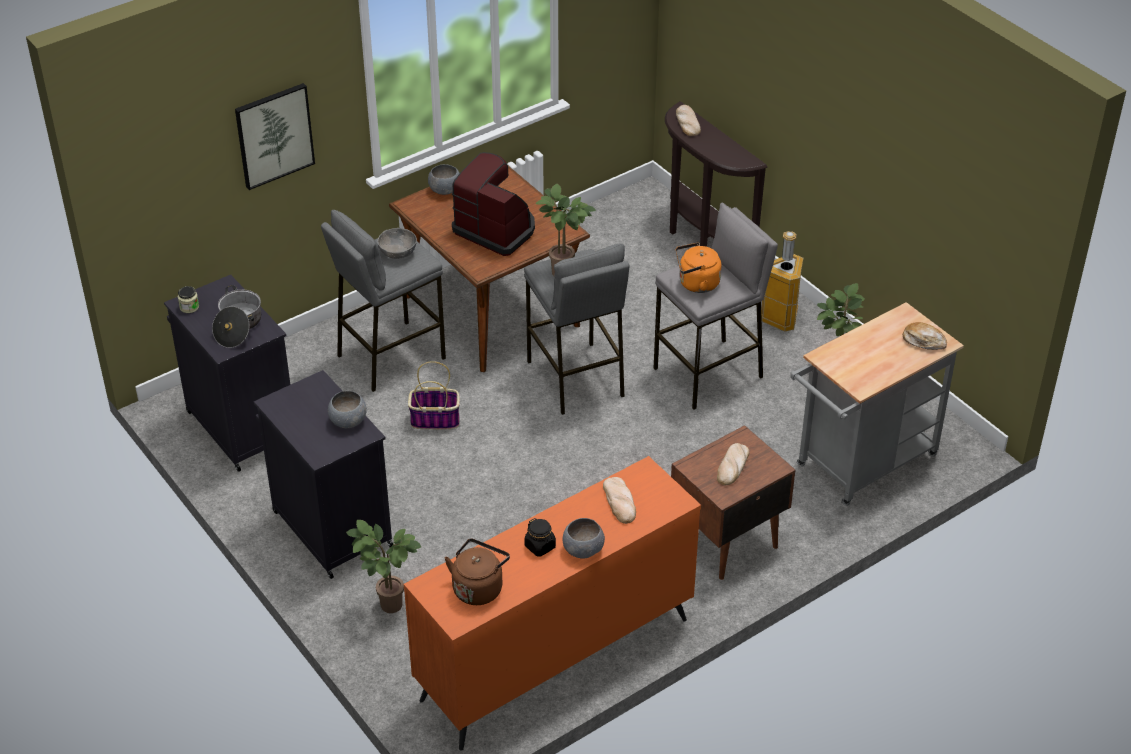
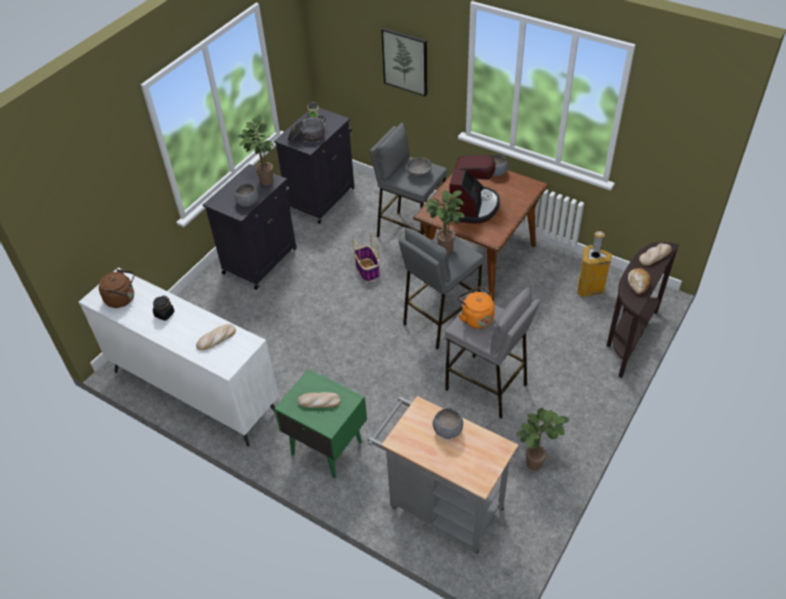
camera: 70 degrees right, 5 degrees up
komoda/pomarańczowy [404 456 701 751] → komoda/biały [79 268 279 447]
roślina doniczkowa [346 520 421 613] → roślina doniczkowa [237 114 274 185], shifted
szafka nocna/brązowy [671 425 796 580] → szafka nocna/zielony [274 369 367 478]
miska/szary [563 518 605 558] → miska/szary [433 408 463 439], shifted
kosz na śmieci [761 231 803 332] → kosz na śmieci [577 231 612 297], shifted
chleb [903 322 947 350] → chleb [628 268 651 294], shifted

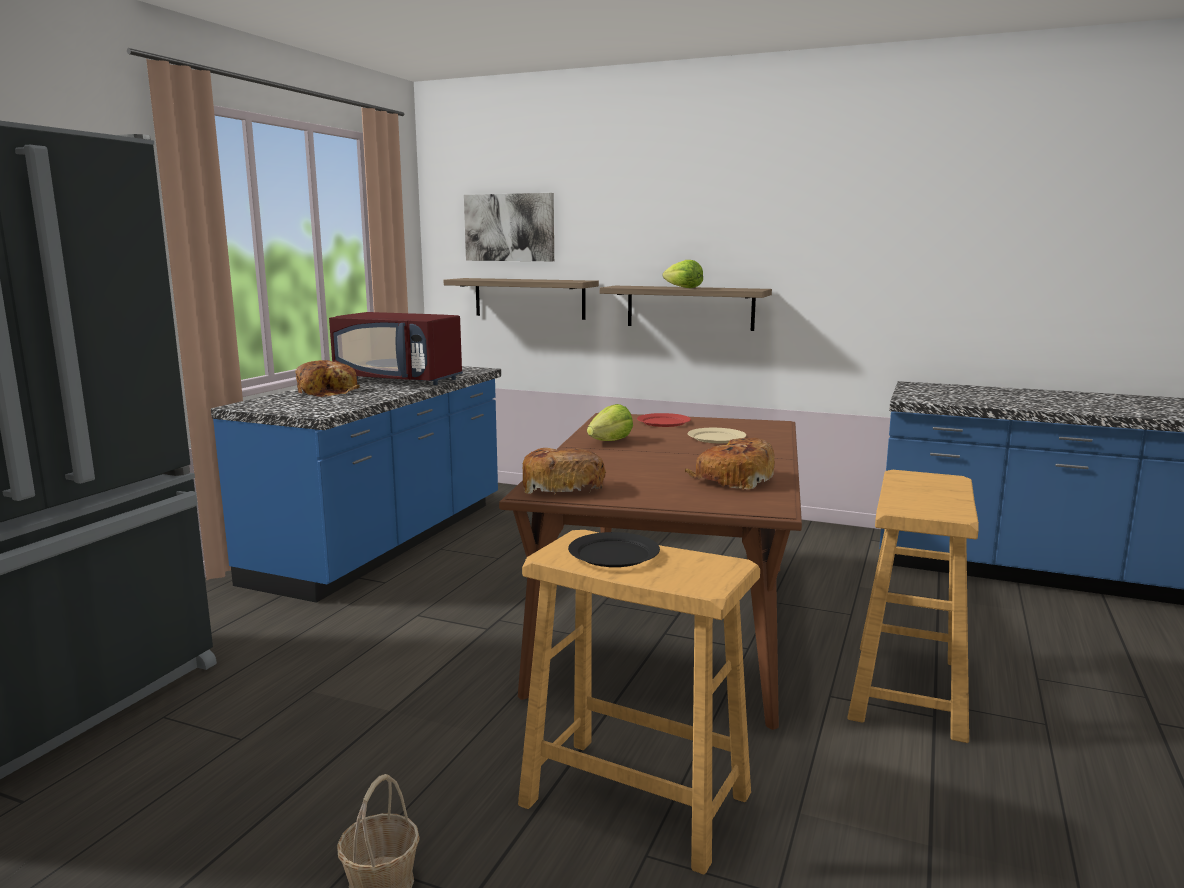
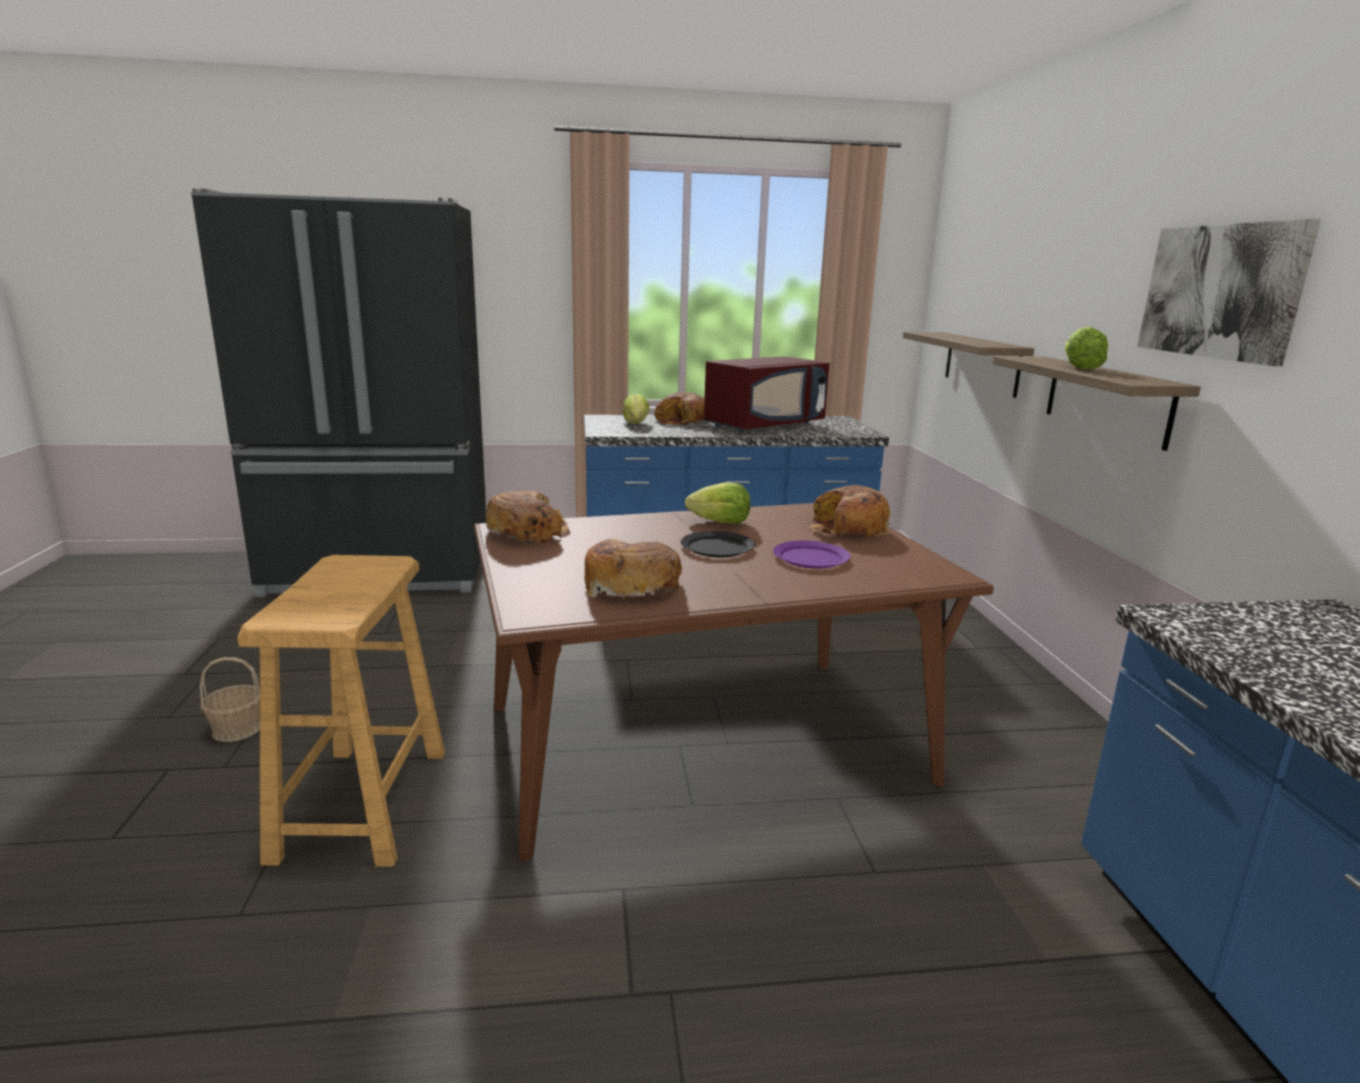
camera: 60 degrees right, 5 degrees up
- → sałata [623 393 650 424]
talerz/czarny [568 532 660 567] → talerz/czarny [681 531 755 557], shifted
mikrofalówka/czerwony [329 312 463 385] → mikrofalówka/czerwony [704 356 830 433], 120 degrees counterclockwise
talerz/beżowy [688 428 746 443] → talerz/fioletowy [773 541 850 569]
talerz/czerwony [637 413 691 427] → chleb [807 485 890 537]
obraz [464 193 554 261] → obraz [1137 219 1321 366], shifted
stołek/beżowy [847 470 979 743] → -

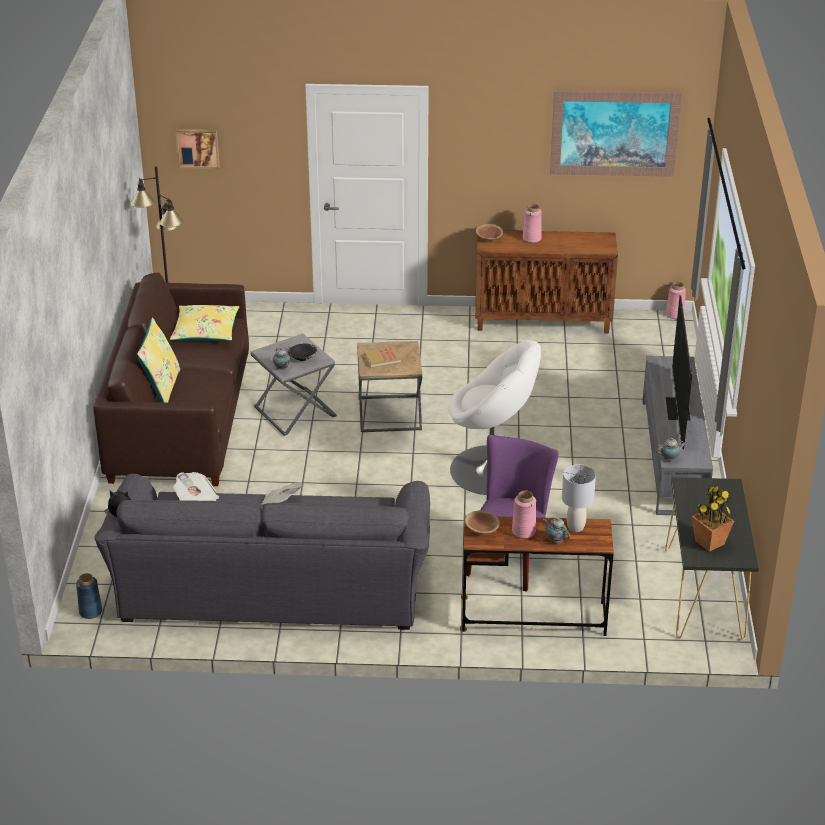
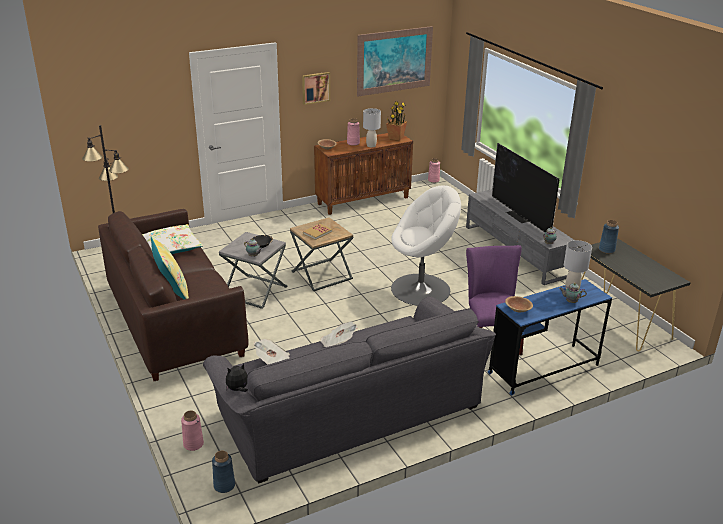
camera: 30 degrees left, 5 degrees down
poduszka/żółty [170 305 240 341] → poduszka/biały [142 224 203 254]
wazon/różowy [512 490 536 538] → wazon/różowy [181 411 204 451], shifted
obraz [175 129 219 169] → obraz [302 72 330 105], shifted
- → lampa stołowa/szary [363 108 381 147]
roślina doniczkowa [692 485 734 552] → roślina doniczkowa [386 101 407 141], shifted
biurko/brązowy [460 516 614 636] → biurko/niebieski [488 279 612 395]
- → wazon/niebieski [599 220 619 254]

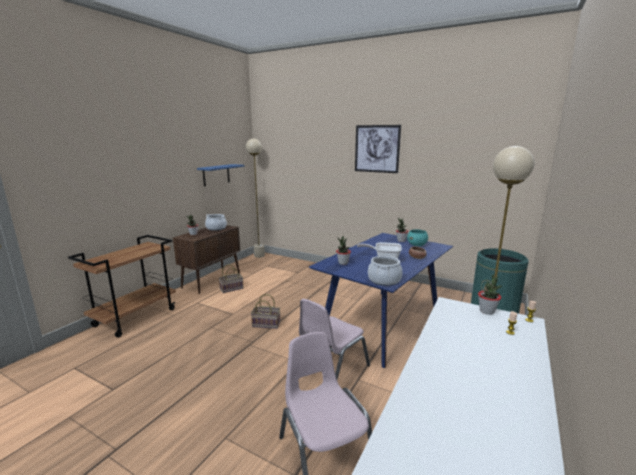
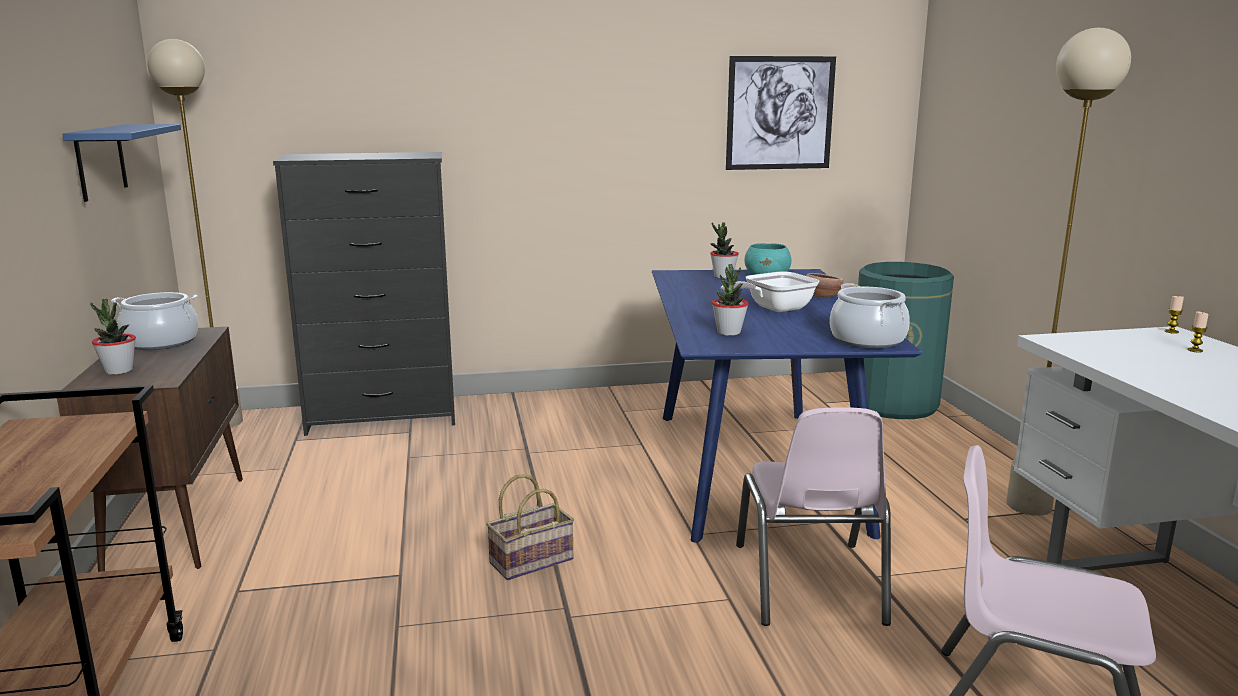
camera: 40 degrees left, 0 degrees up
- → komoda/czarny [273 152 455 436]
obraz [355 125 401 173] → obraz [726 56 836 170], shifted
koszyk [219 264 244 293] → -
roślina doniczkowa [478 274 502 315] → -

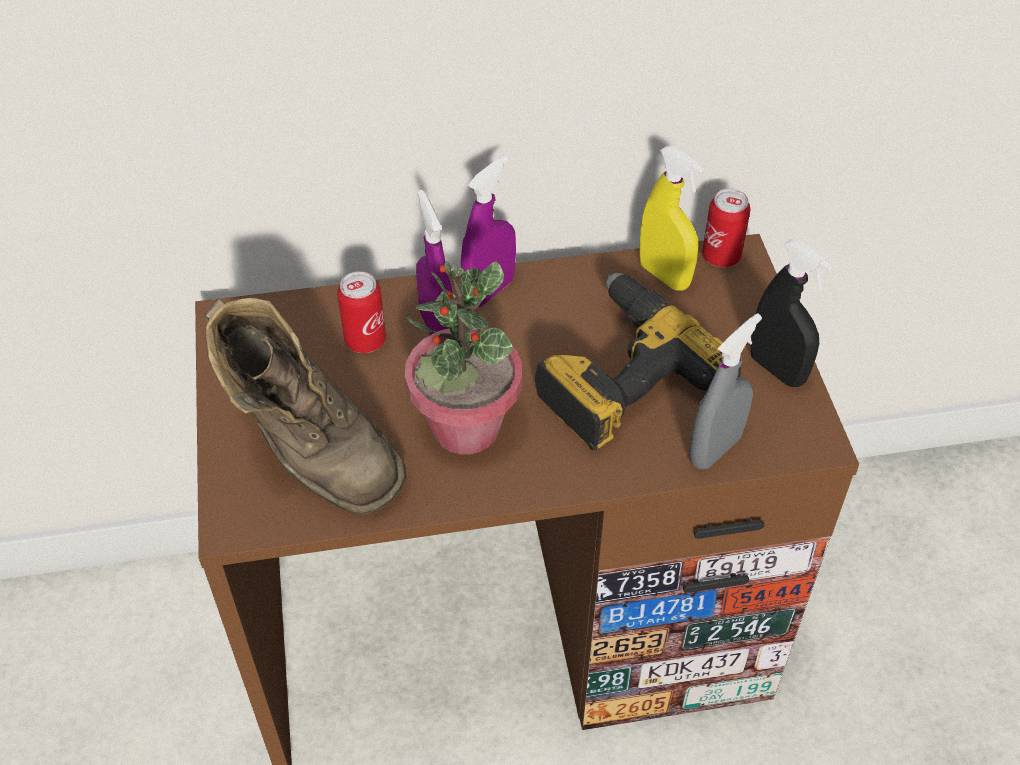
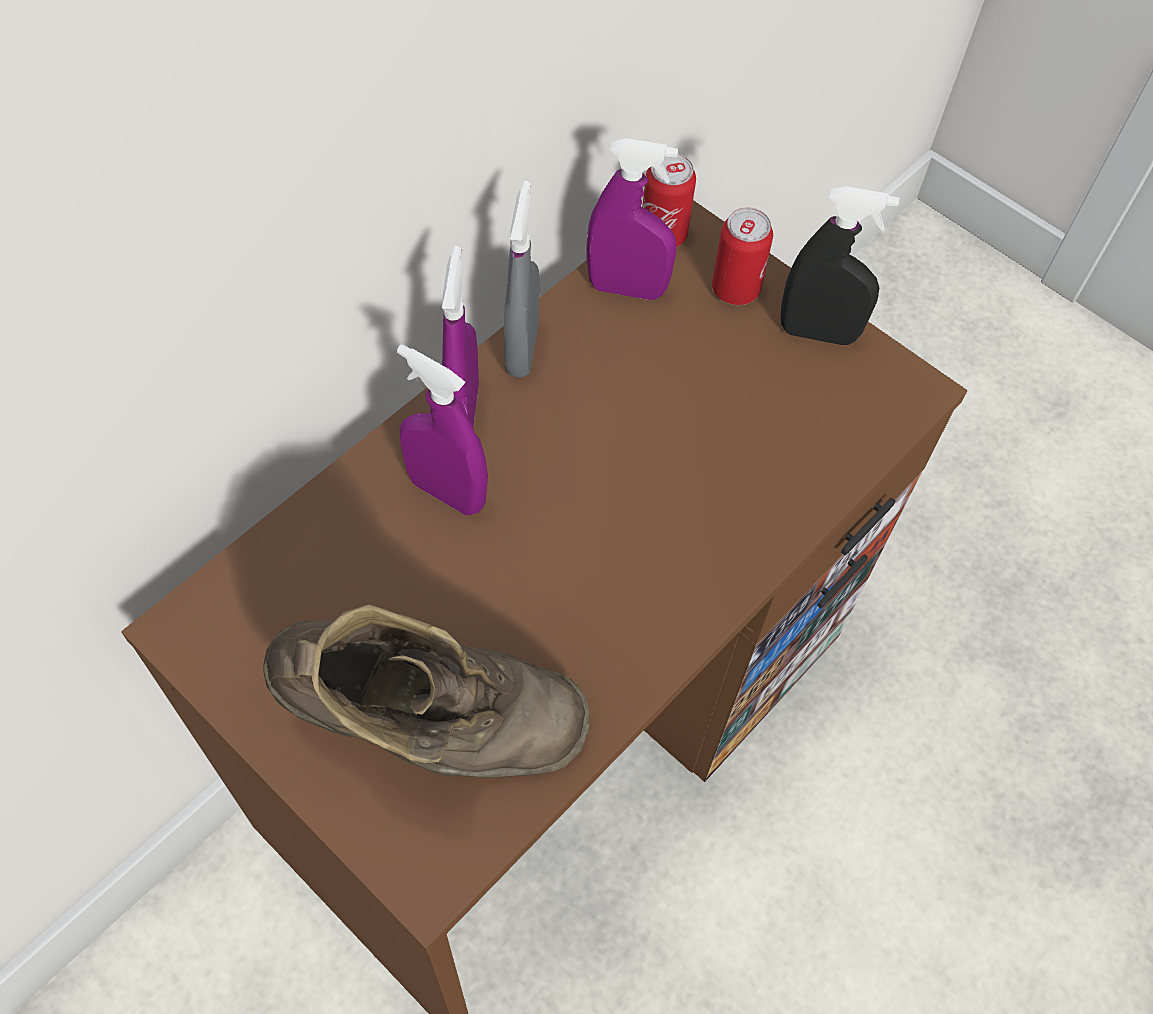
camera: 40 degrees left, 10 degrees up
spryskiwacz/szary [689 313 762 469] → spryskiwacz/szary [504 181 539 378], shifted
spryskiwacz/żółty [639 146 703 290] → spryskiwacz/fioletowy [587 138 678 300]
puszka [337 271 386 353] → puszka [712 208 773 305], shifted
roślina doniczkowa [405 261 522 454] → -
wiertarka [535 273 741 450] → -

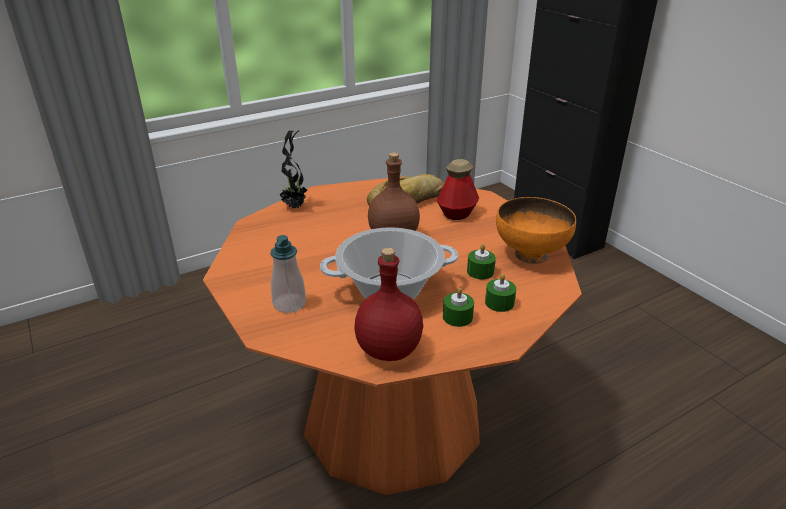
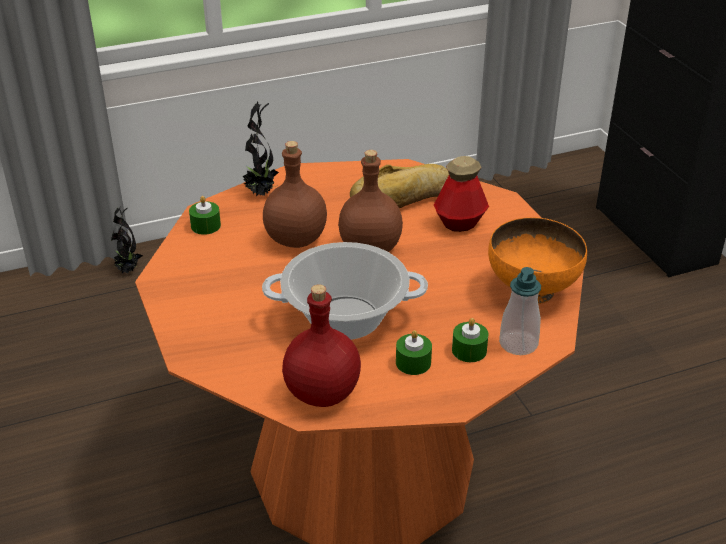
camera: 10 degrees right, 5 degrees up
- → roślina doniczkowa [111 208 143 273]
świeca/zielony [467 244 496 279] → świeca/zielony [189 196 221 235], shifted
- → butelka/brązowy [263 141 327 248]
dozownik mydła [270 235 306 313] → dozownik mydła [499 267 541 355], shifted

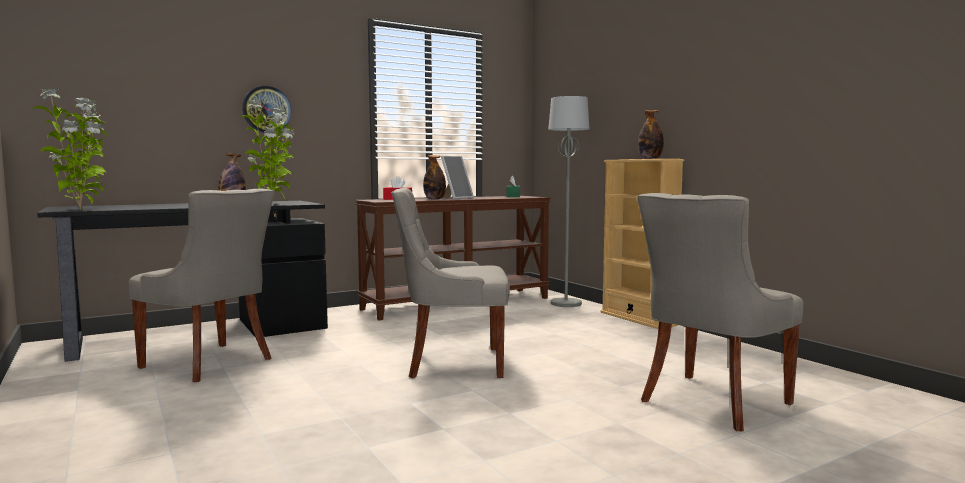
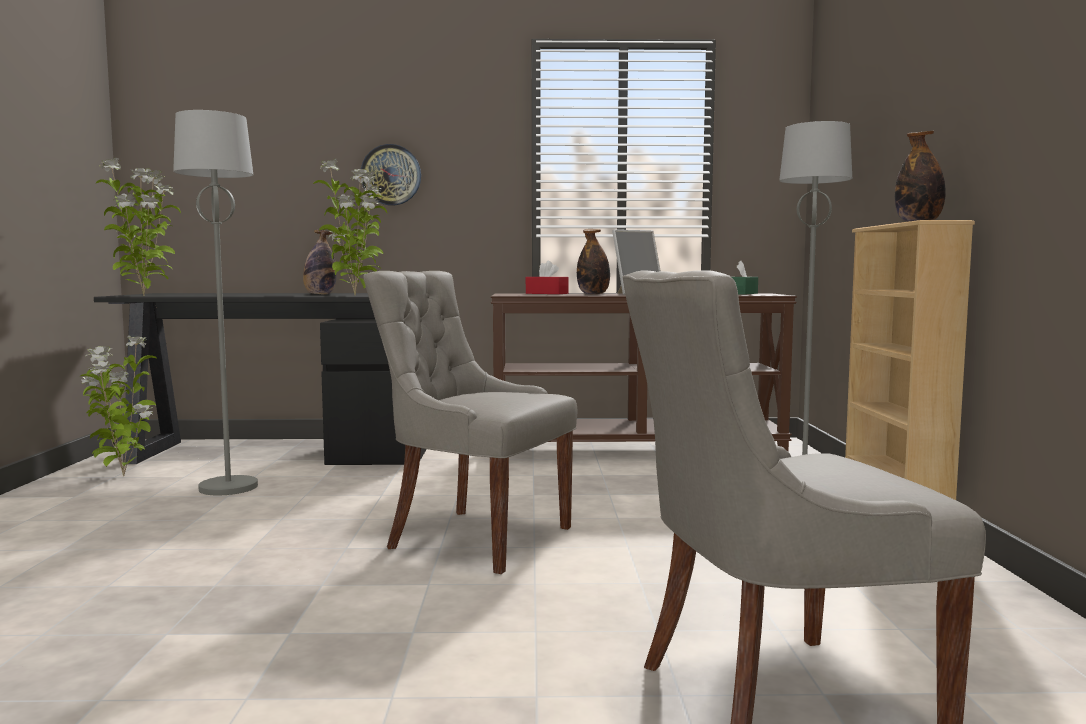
camera: 30 degrees right, 0 degrees up
- → roślina doniczkowa [80 335 158 476]
krzesło/szary [128 189 274 382] → lampa stojąca/szary [173 110 258 495]

